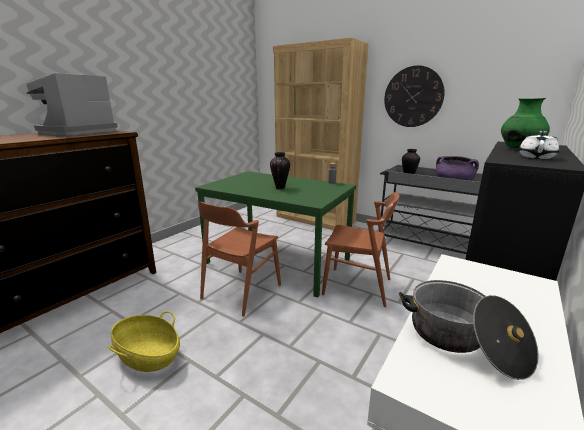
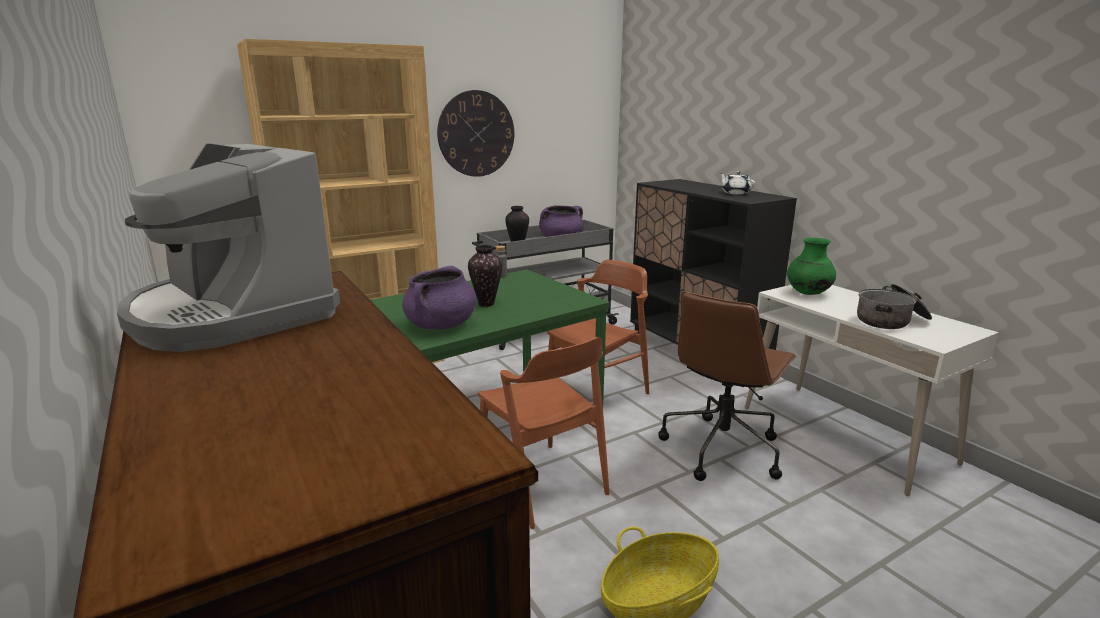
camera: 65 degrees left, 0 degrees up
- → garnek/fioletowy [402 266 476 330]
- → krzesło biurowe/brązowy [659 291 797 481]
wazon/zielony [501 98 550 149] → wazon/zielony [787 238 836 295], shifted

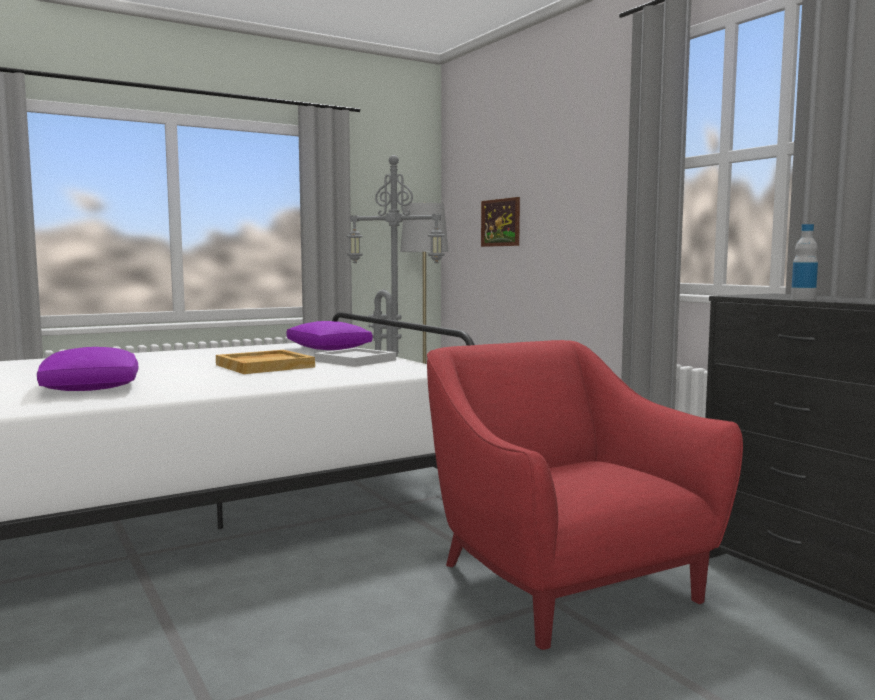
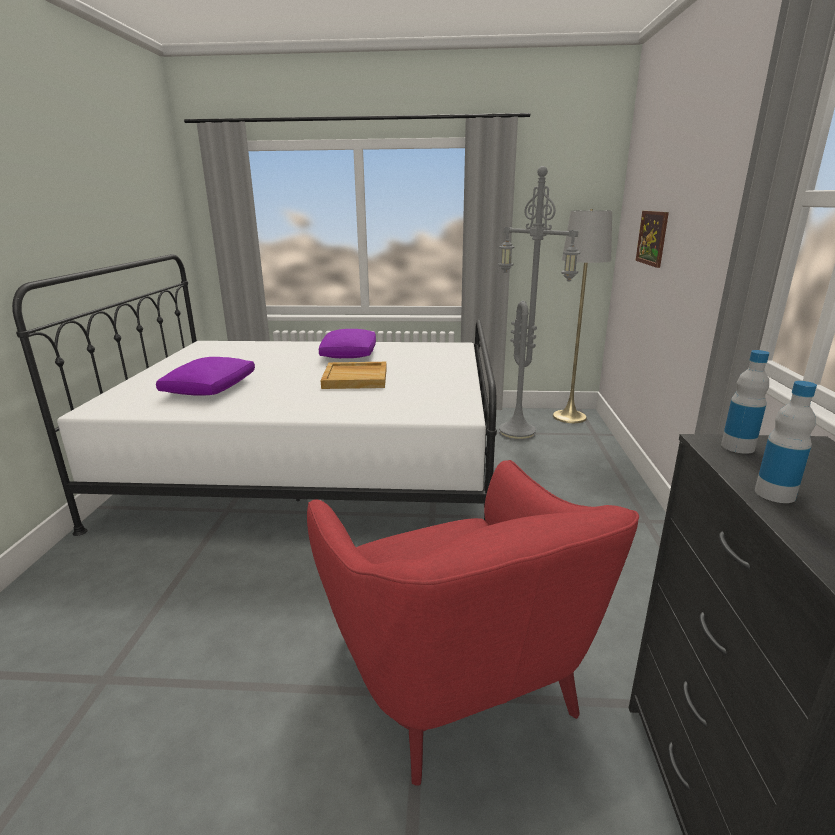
camera: 35 degrees right, 15 degrees up
fotel/czerwony [427 340 743 650] → fotel/czerwony [307 460 639 786], 150 degrees clockwise
poduszka/fioletowy [286 321 373 350] → poduszka/fioletowy [319 329 376 358], shifted
- → butelka [721 350 769 454]
taca/biały [314 348 396 367] → -

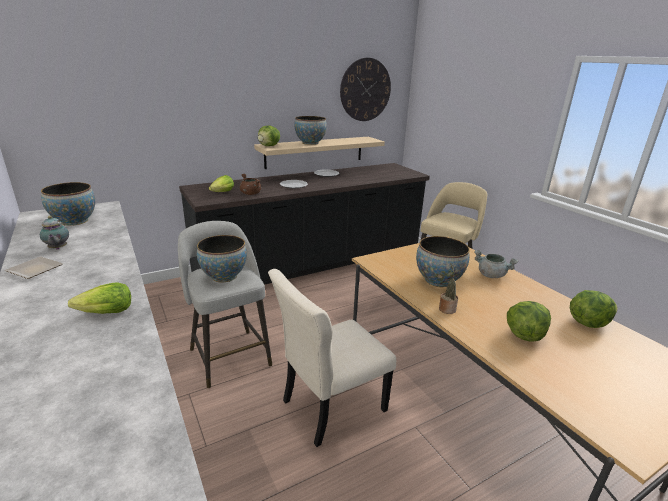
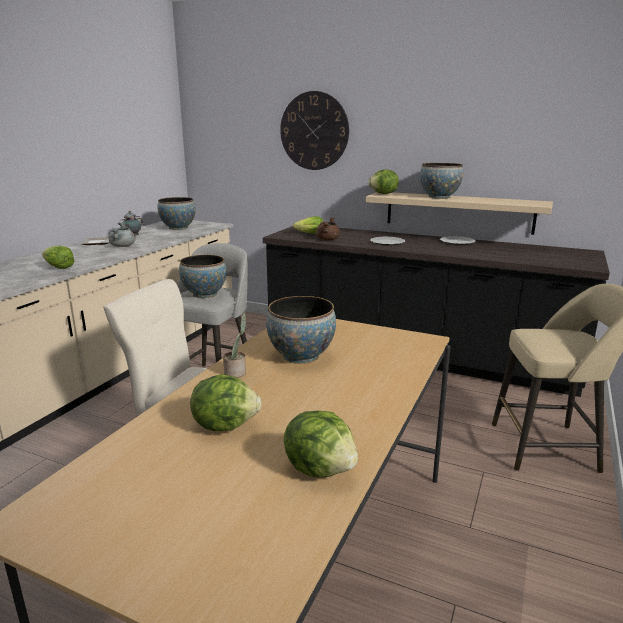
camera: 55 degrees right, 5 degrees down
garnek/szary [474 250 518 278] → garnek/szary [109 222 135 247], shifted
zegar ścienny [340 58 391 121] → zegar ścienny [280 91 349 170], shifted

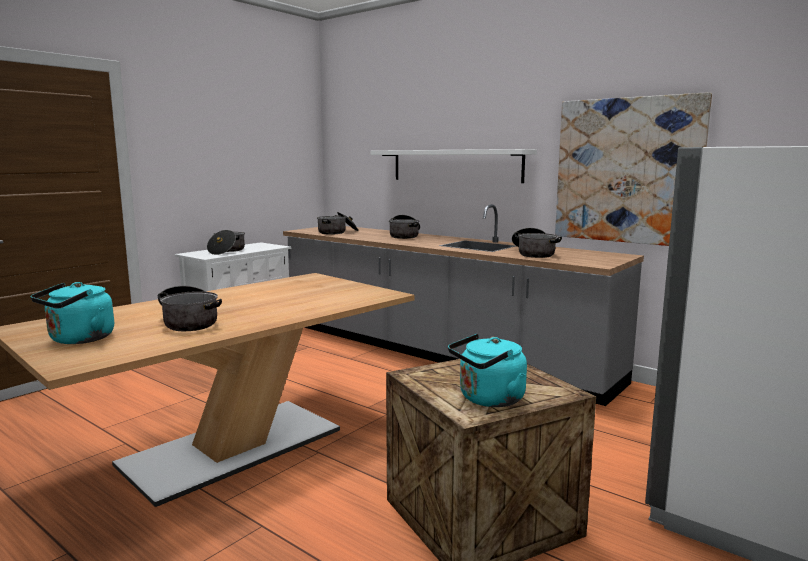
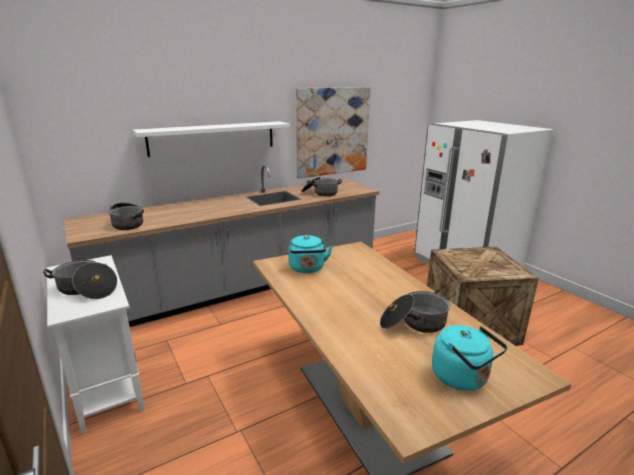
camera: 70 degrees left, 10 degrees up
czajnik/turkusowy [448 334 527 407] → czajnik/turkusowy [289 235 333 273], shifted
garnek [389 215 420 239] → -

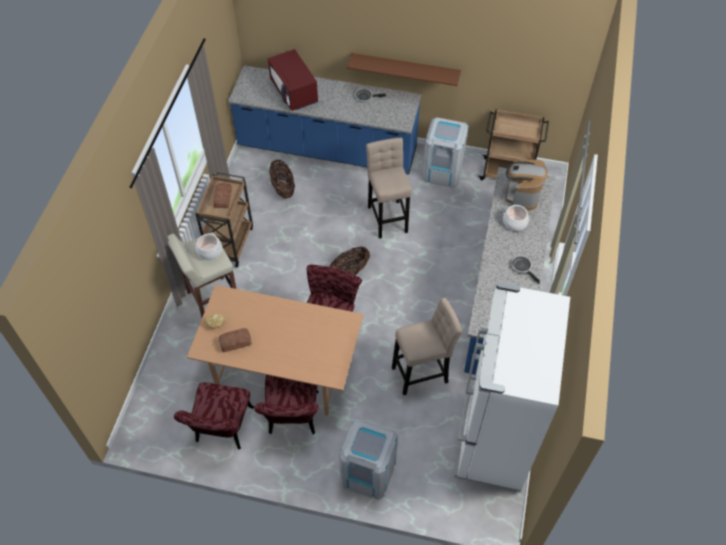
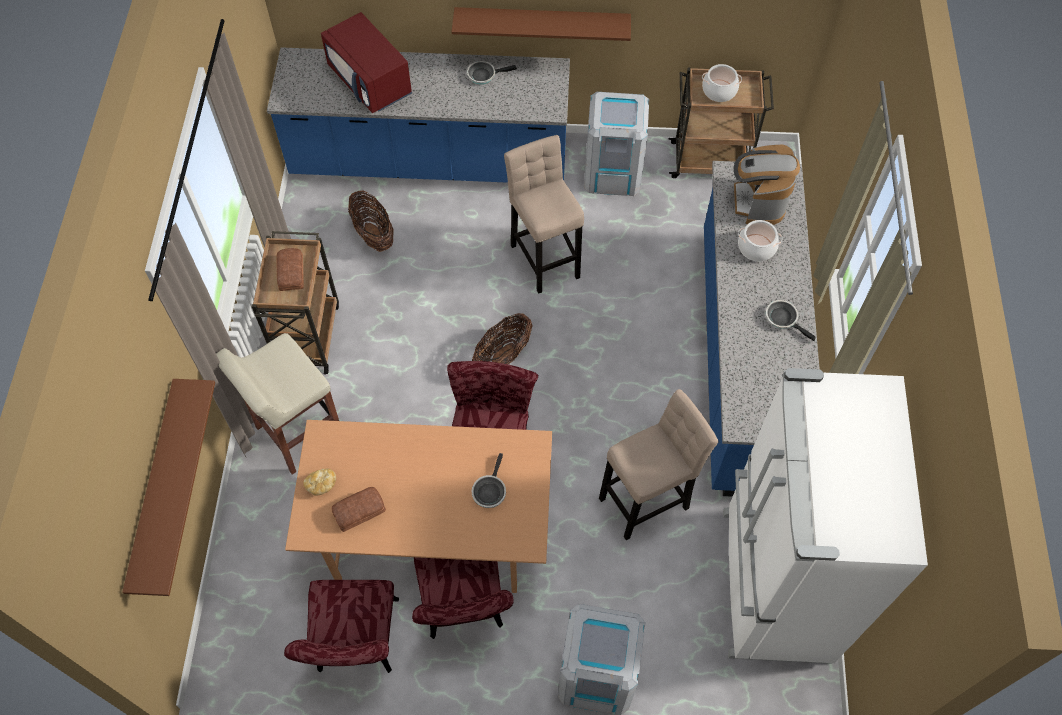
camera: 10 degrees left, 5 degrees up
- → półka/brązowy [122 379 215 596]
- → patelnia [472 453 506 508]
garnek [194 234 222 260] → garnek [702 64 742 102], shifted

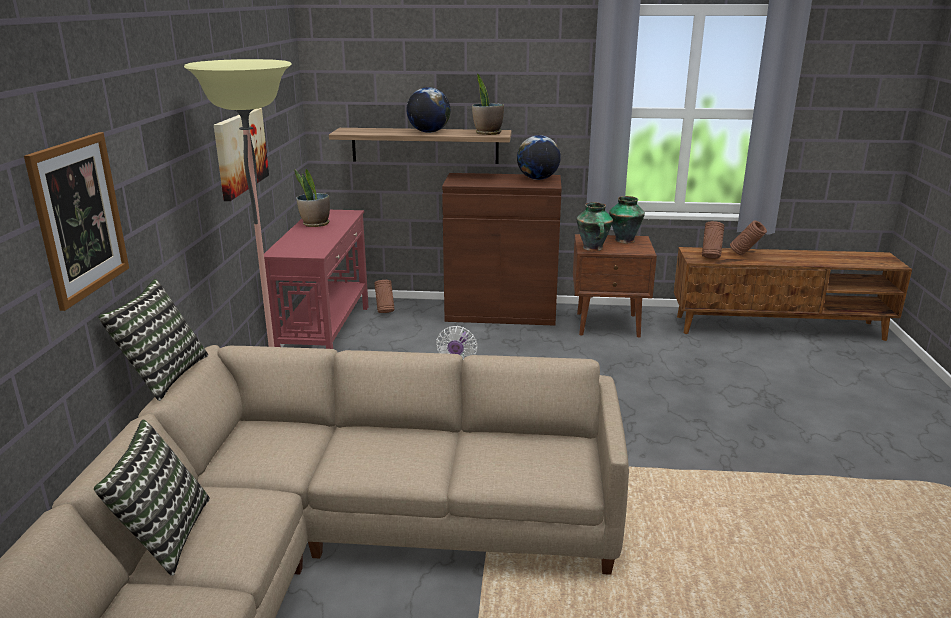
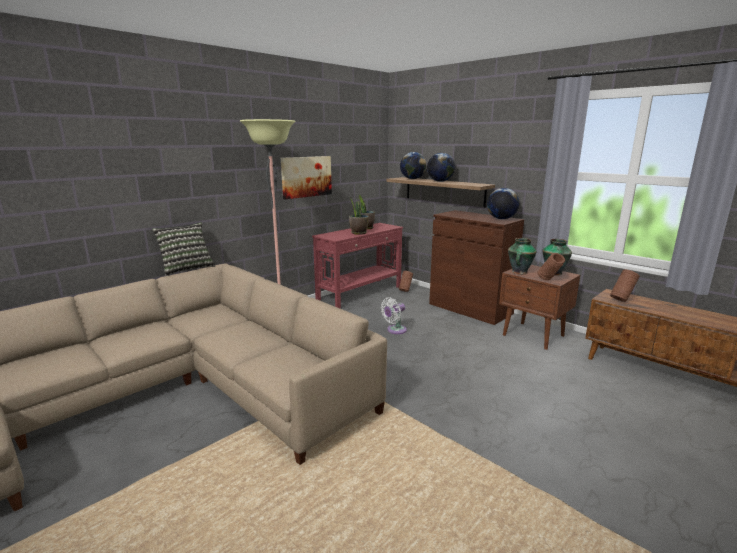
camera: 40 degrees right, 5 degrees down
roślina doniczkowa [472 74 504 135] → roślina doniczkowa [349 198 369 235], shifted
- → globus [400 152 427 179]
wazon/brązowy [730 220 767 255] → wazon/brązowy [537 253 565 280], shifted
obraz [24 132 129 311] → -
poduszka [94 420 210 576] → -

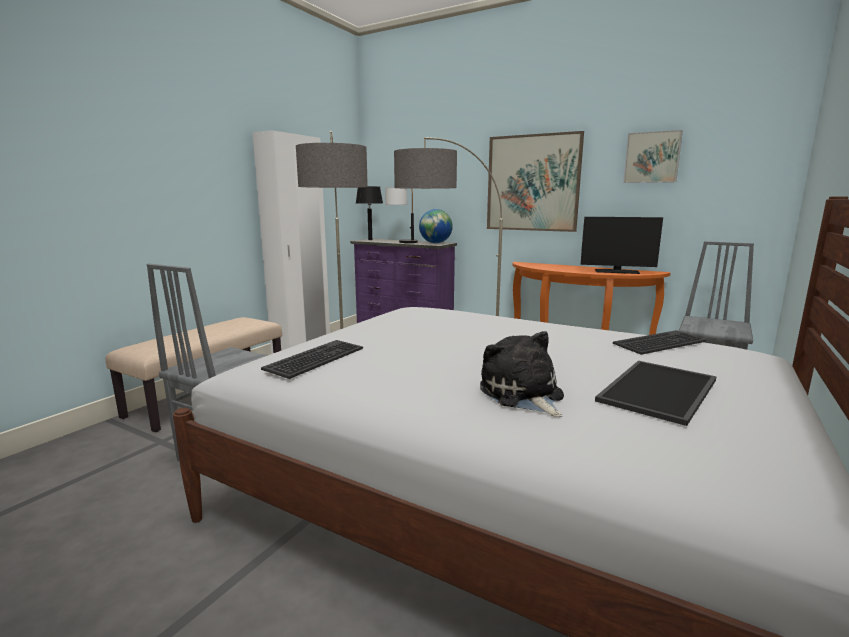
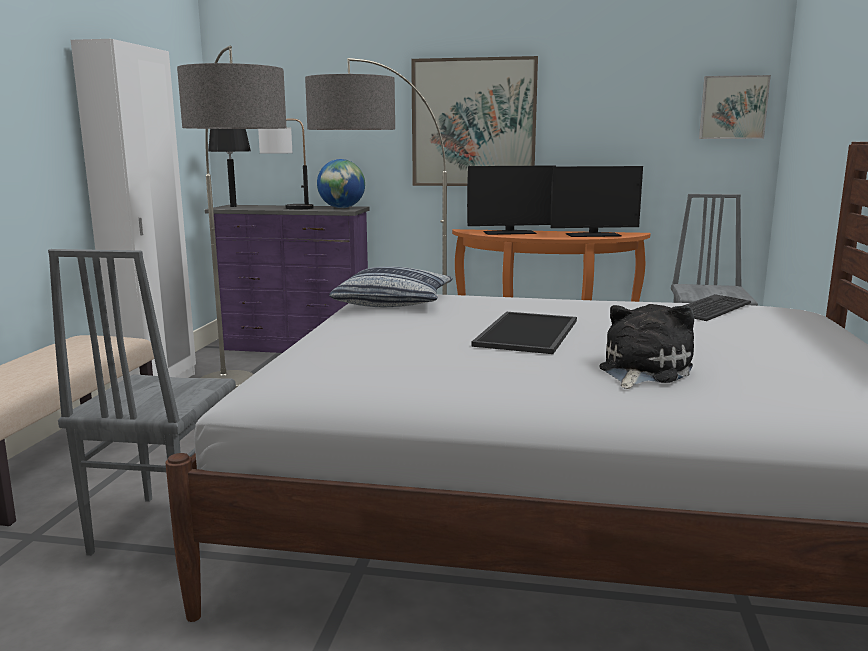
camera: 20 degrees left, 0 degrees up
- → poduszka [329 266 453 307]
- → monitor [467 166 556 235]
taca [595 361 717 426] → taca [471 312 577 354], shifted
pluszak [480 331 564 417] → pluszak [600 304 694 389], 75 degrees clockwise
obraz [623 130 683 183] → obraz [699 75 771 139], shifted
klawiatura [261 340 363 379] → -

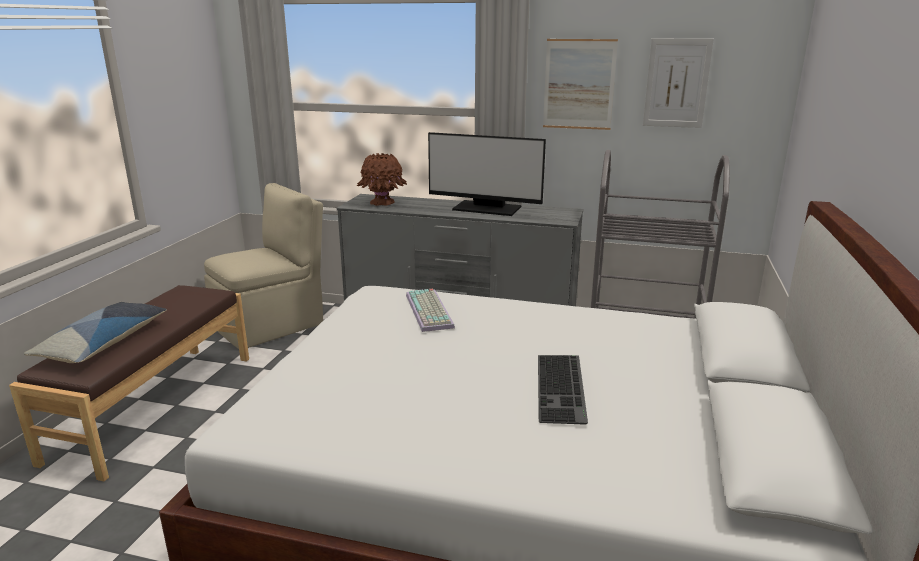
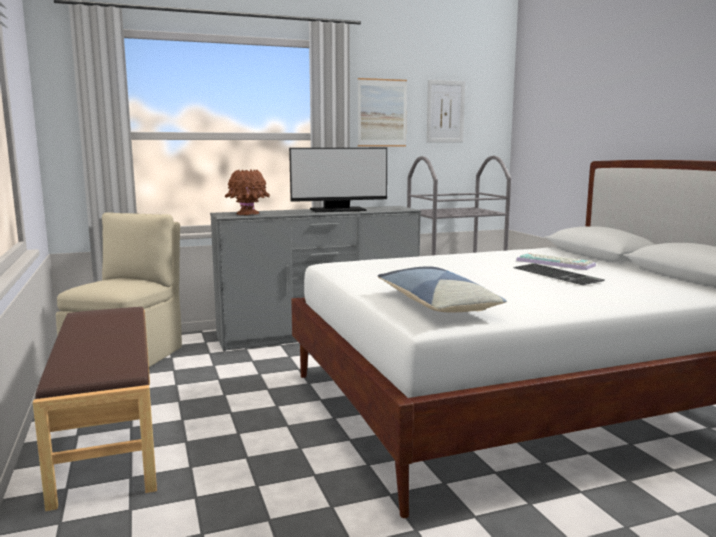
camera: 35 degrees left, 10 degrees down
poduszka [24 302 167 363] → poduszka [378 266 507 312], shifted
klawiatura [406 289 455 332] → klawiatura [516 253 596 270], shifted

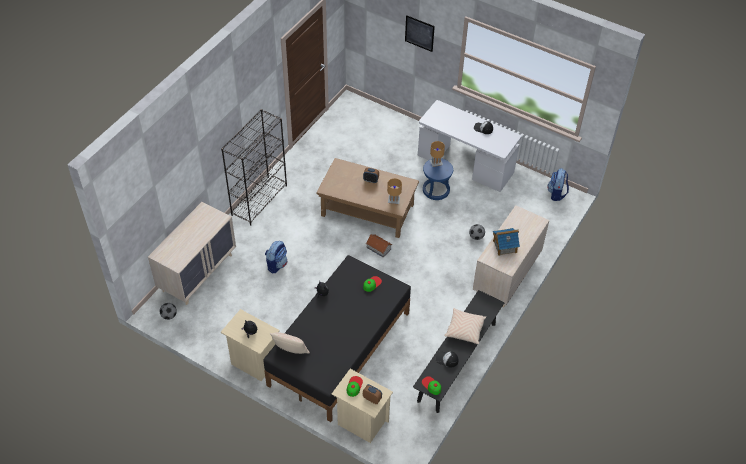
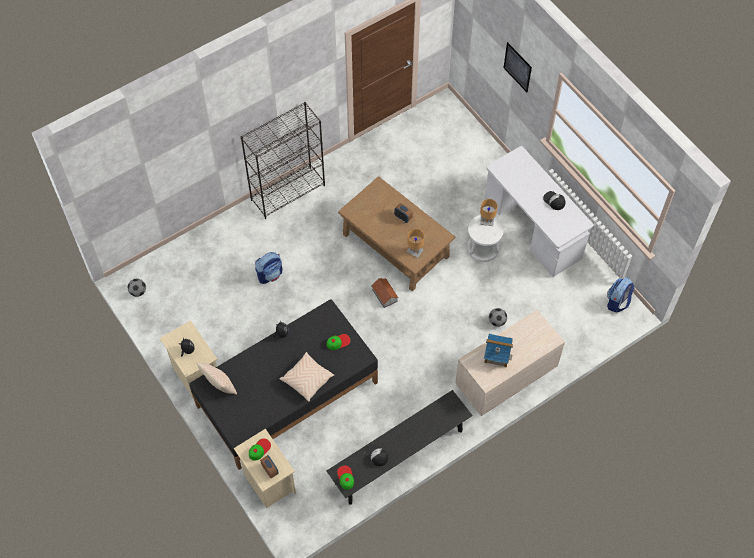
camera: 25 degrees right, 10 degrees up
poduszka/beżowy [444 308 486 344] → poduszka/beżowy [279 352 334 402], shifted
stołek/niebieski [423 158 453 200] → stołek/biały [467 215 504 262]
komoda/beżowy [148 202 236 305] → -

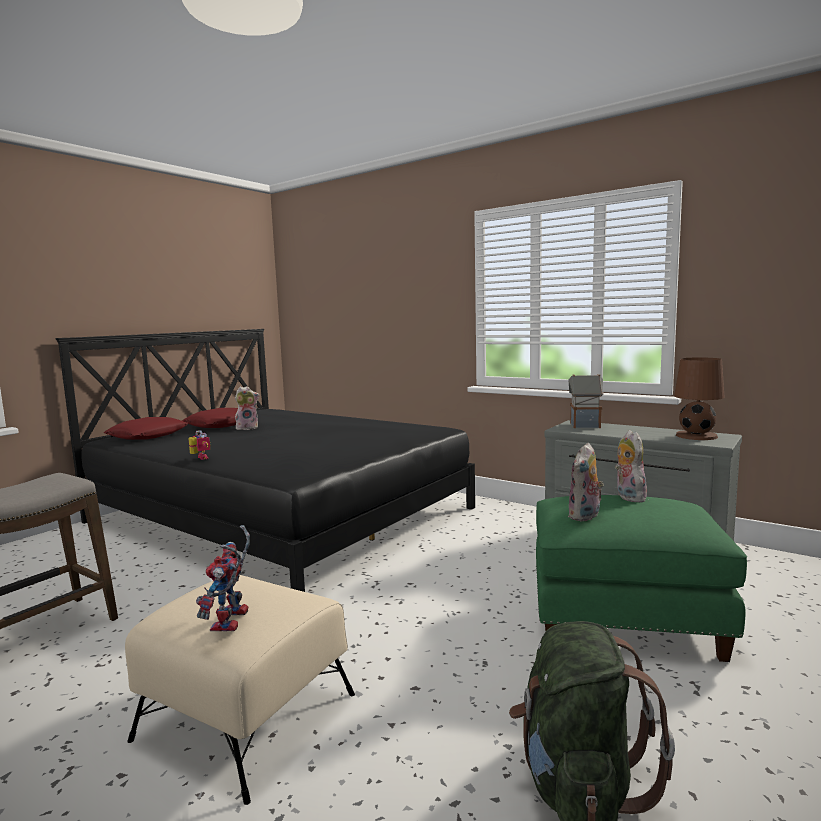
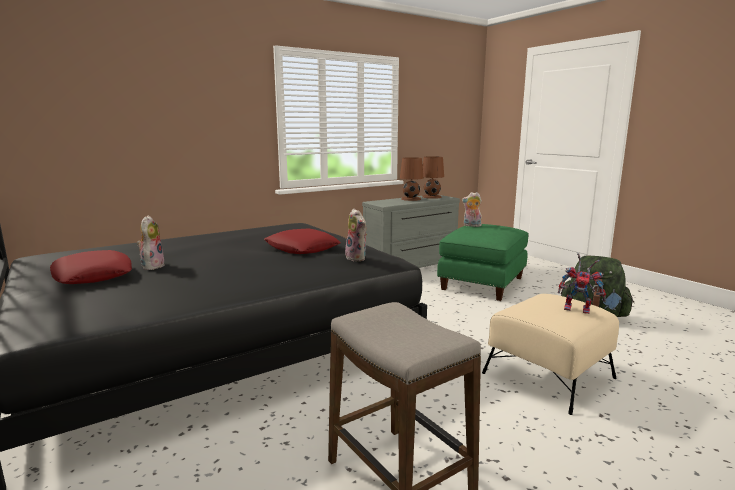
camera: 70 degrees left, 5 degrees up
poduszka/czerwony [103 417 188 440] → poduszka/czerwony [264 229 341 254], shifted
pluszak [568 443 604 521] → pluszak [345 209 367 261], shifted
- → lampa stołowa/brązowy [400 157 423 201]
robot zabawkowy [188 430 210 460] → -
domek [568 374 603 428] → -

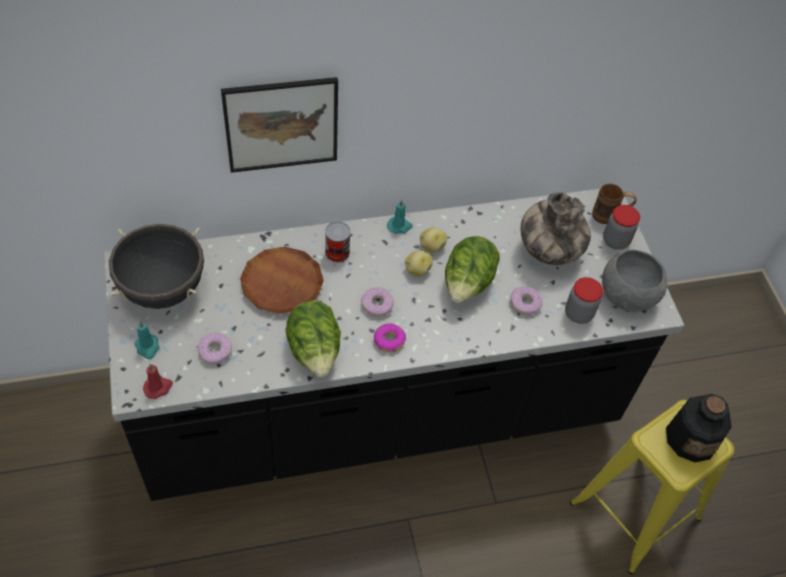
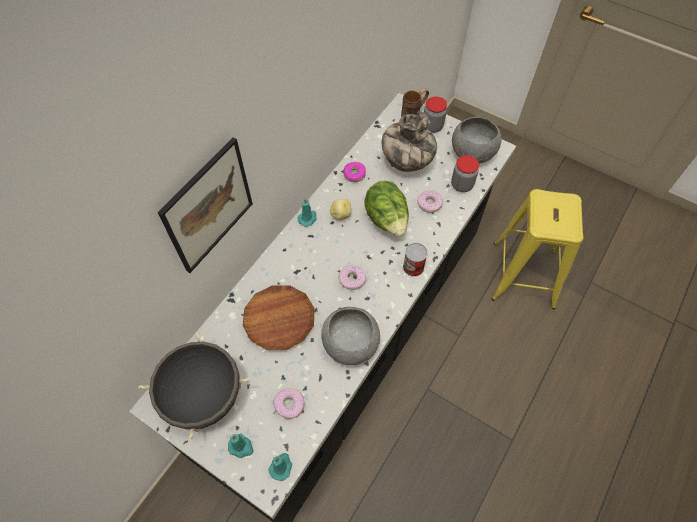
camera: 40 degrees left, 5 degrees up
świeca/czerwony [143 364 173 399] → świeca/turkusowy [268 453 292 481]
sałata [286 301 341 377] → miska/szary [321 307 380 365]
donut [374 323 406 352] → donut [343 162 366 182], shifted
puszka [325 221 351 262] → puszka [403 243 428 277], shifted
ziemniak [405 250 433 276] → -
butelka [666 394 732 462] → -

